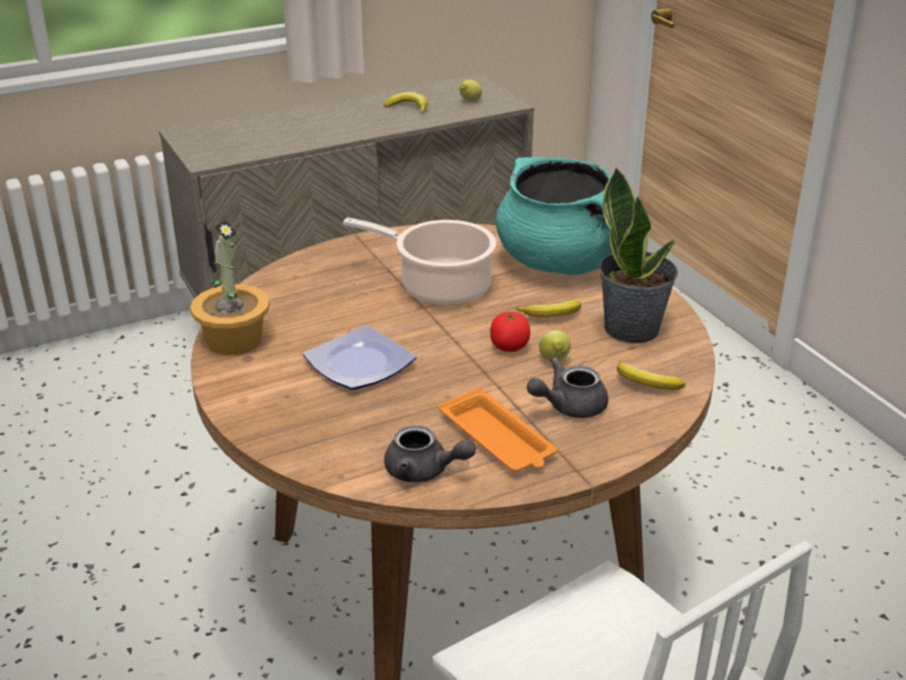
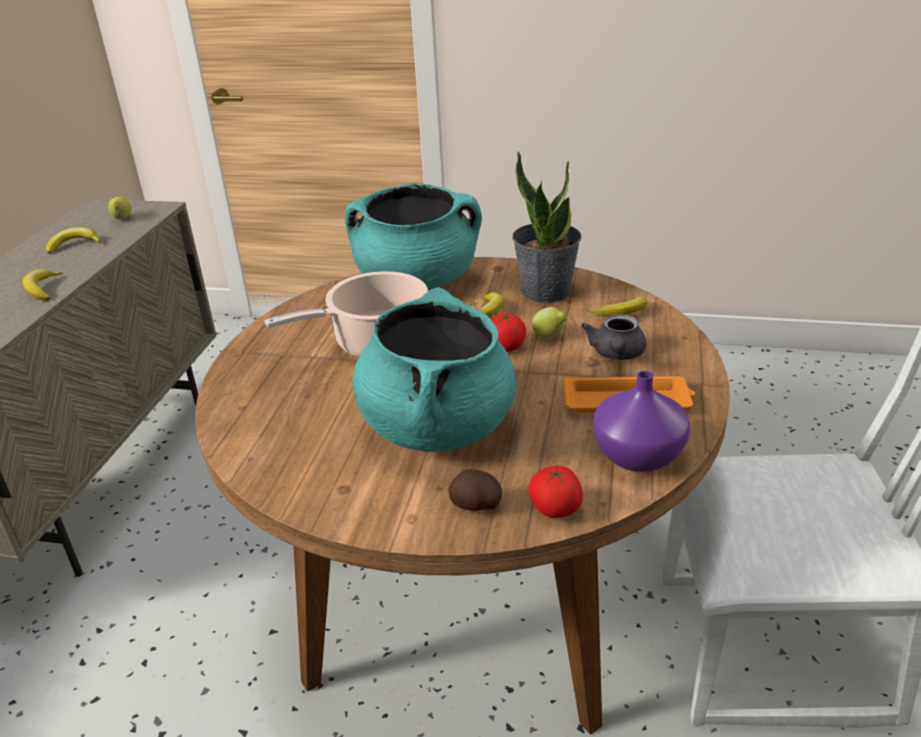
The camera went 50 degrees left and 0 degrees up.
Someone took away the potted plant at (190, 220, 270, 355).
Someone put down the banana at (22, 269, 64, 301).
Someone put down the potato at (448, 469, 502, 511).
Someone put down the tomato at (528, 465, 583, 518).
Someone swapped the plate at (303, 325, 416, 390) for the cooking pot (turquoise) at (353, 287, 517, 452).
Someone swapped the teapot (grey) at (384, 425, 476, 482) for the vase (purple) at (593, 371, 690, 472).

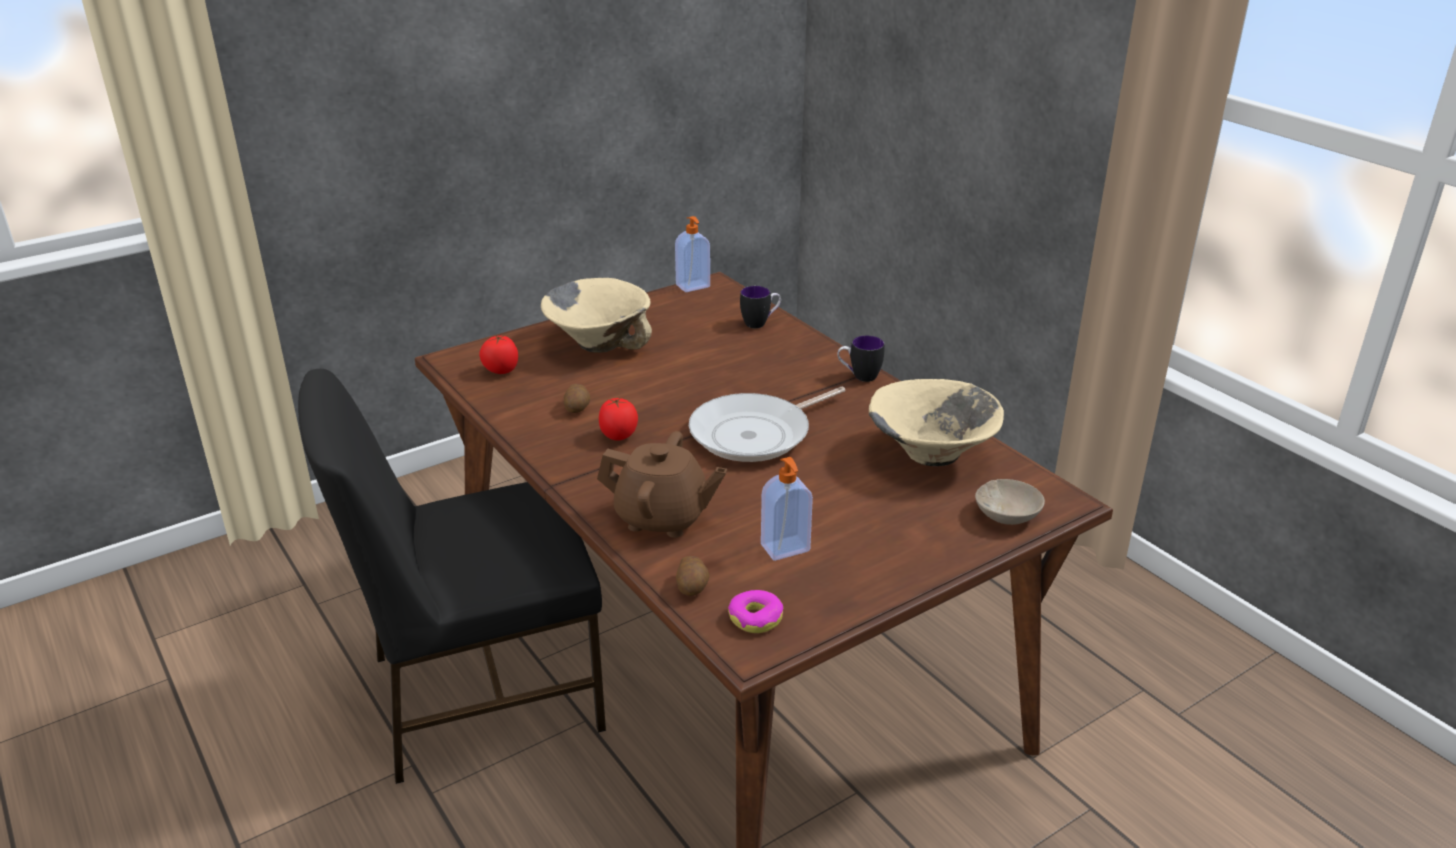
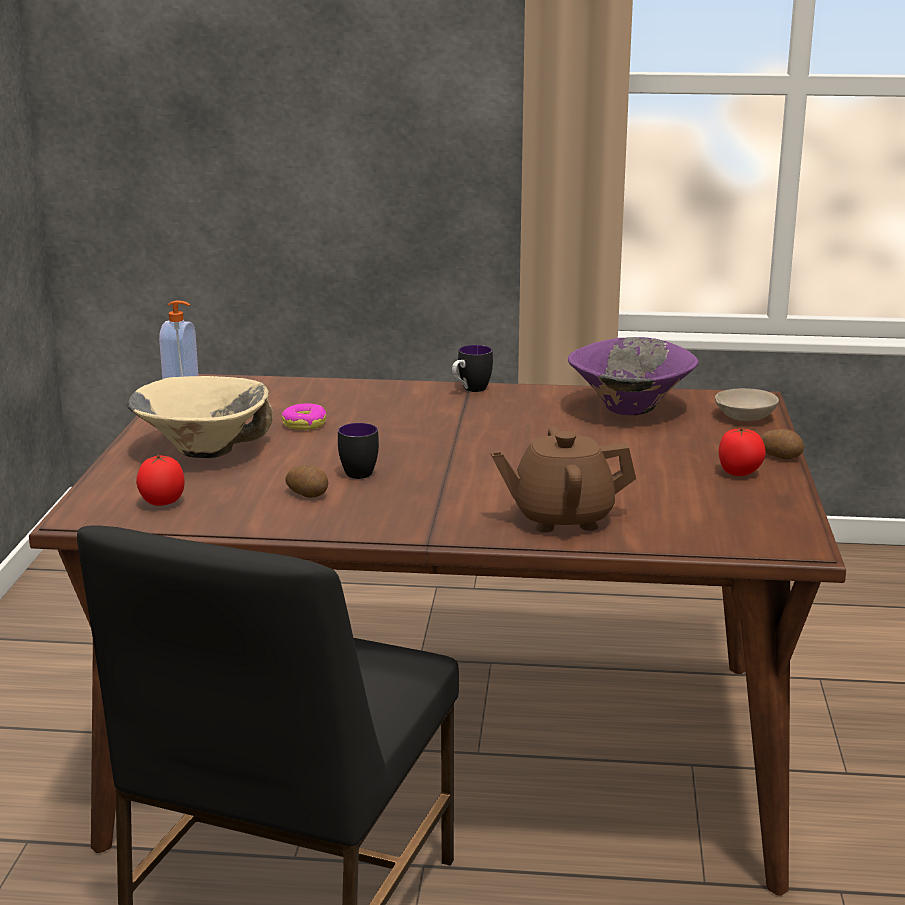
The camera went 50 degrees left and 10 degrees down.
Someone took away the frying pan at (689, 387, 846, 462).
Someone took away the soap dispenser at (761, 457, 813, 561).
Someone carried the tomato from (599, 398, 638, 441) to (719, 428, 766, 476).
Someone carried the potato from (676, 556, 709, 596) to (761, 429, 804, 459).
Someone carried the donut from (728, 590, 783, 633) to (282, 403, 327, 430).
Someone carried the mug from (740, 286, 781, 328) to (338, 423, 379, 479).
Someone repainted the bowl (beige) at (869, 379, 1004, 466), which became the bowl (purple) at (568, 337, 699, 415).
Someone rotated the teapot (brown) at (597, 431, 727, 538) by 150 degrees counterclockwise.

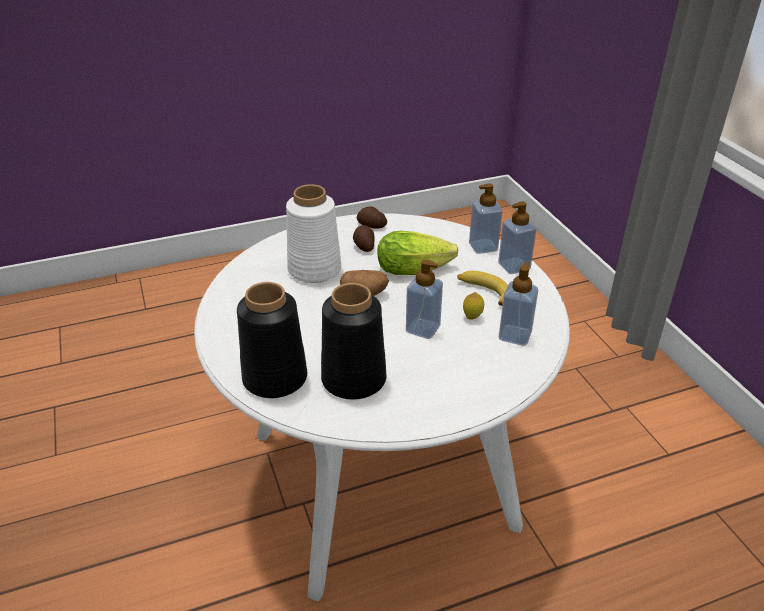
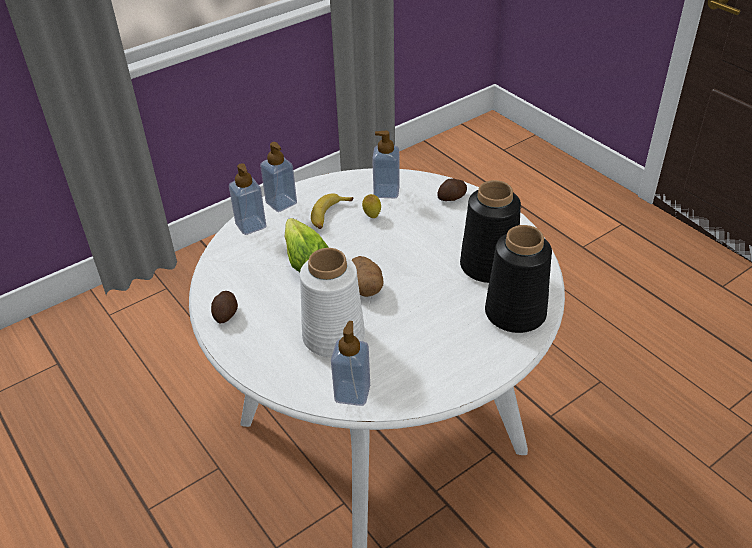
The camera went 105 degrees left and 5 degrees up.
Someone carried the potato from (353, 225, 375, 252) to (437, 178, 467, 201).
Someone carried the soap dispenser from (406, 259, 443, 339) to (331, 321, 370, 406).

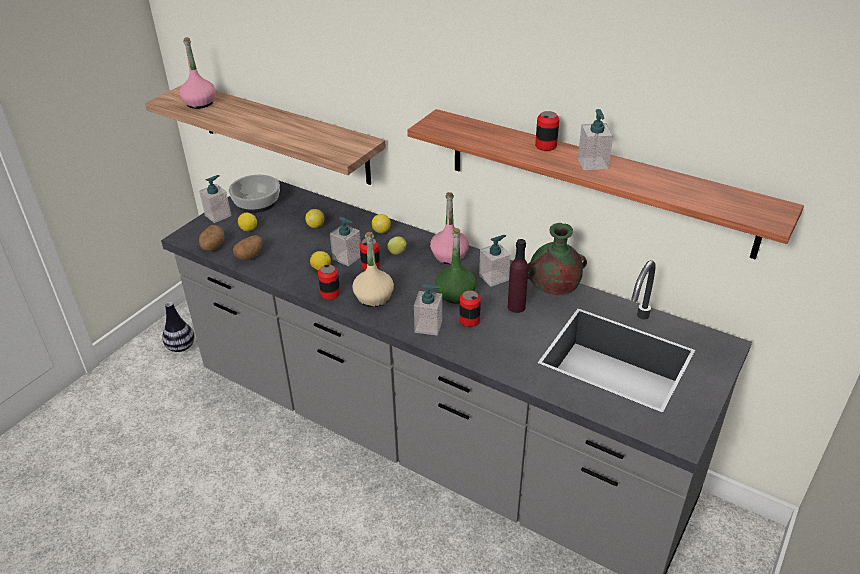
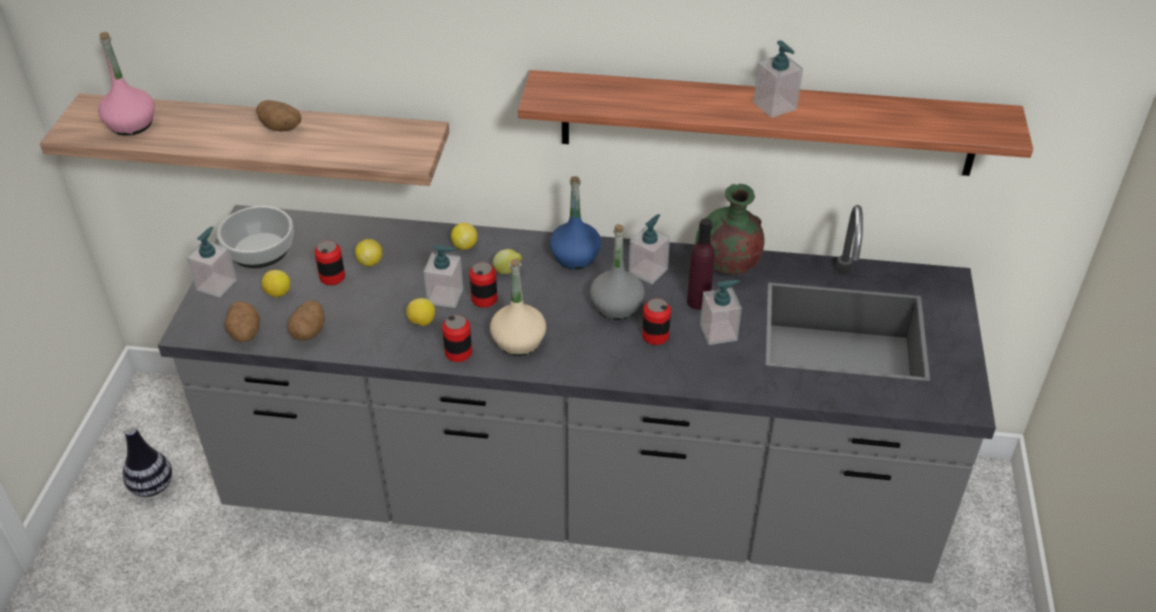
The camera went 25 degrees left and 5 degrees up.
Someone put down the potato at (256, 100, 301, 131).
Someone carried the soap dispenser from (414, 284, 442, 336) to (700, 280, 742, 345).
Someone carried the can from (535, 111, 559, 151) to (314, 241, 345, 285).
Someone repainted the bottle (pink) at (430, 192, 469, 264), which became the bottle (blue) at (549, 176, 601, 269).
Someone repainted the bottle (green) at (435, 228, 477, 304), which became the bottle (grey) at (590, 224, 644, 320).

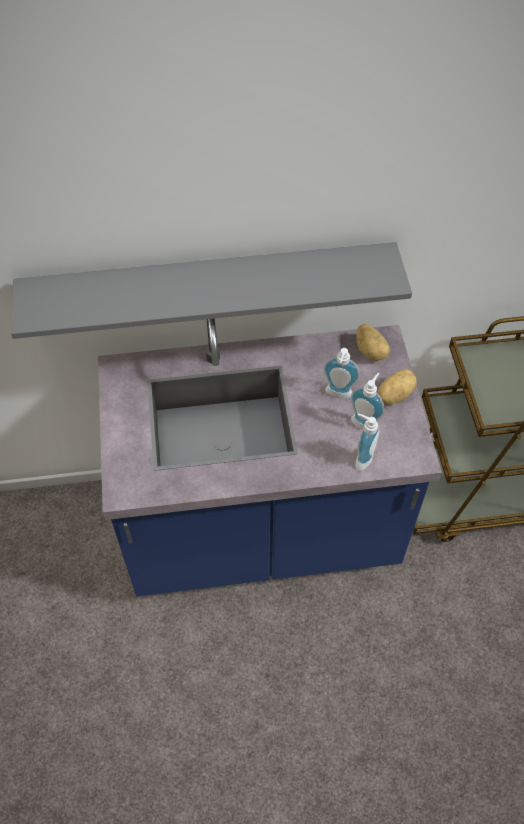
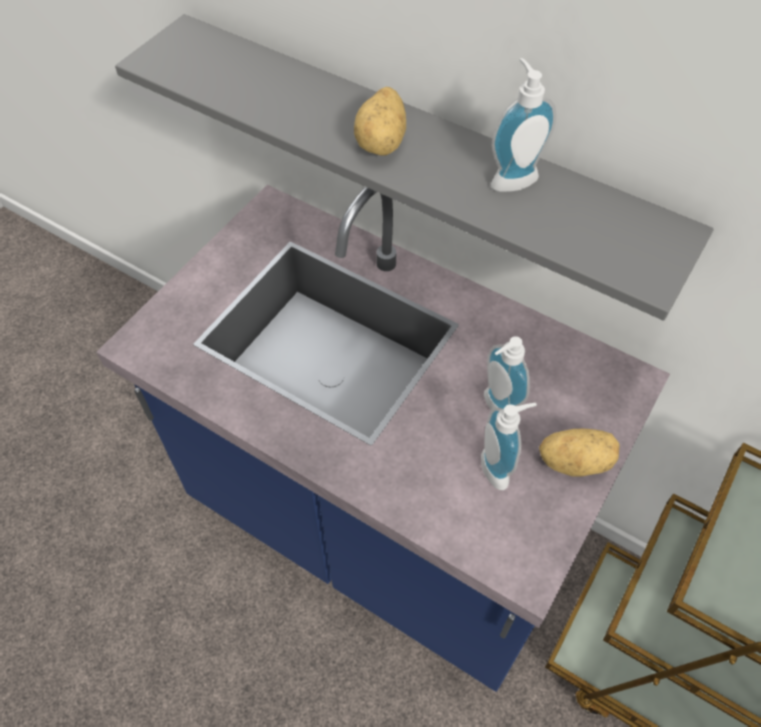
The camera went 40 degrees right and 0 degrees up.
Someone carried the soap dispenser from (355, 413, 379, 471) to (491, 58, 557, 192).
Someone carried the potato from (356, 324, 390, 361) to (354, 87, 406, 155).

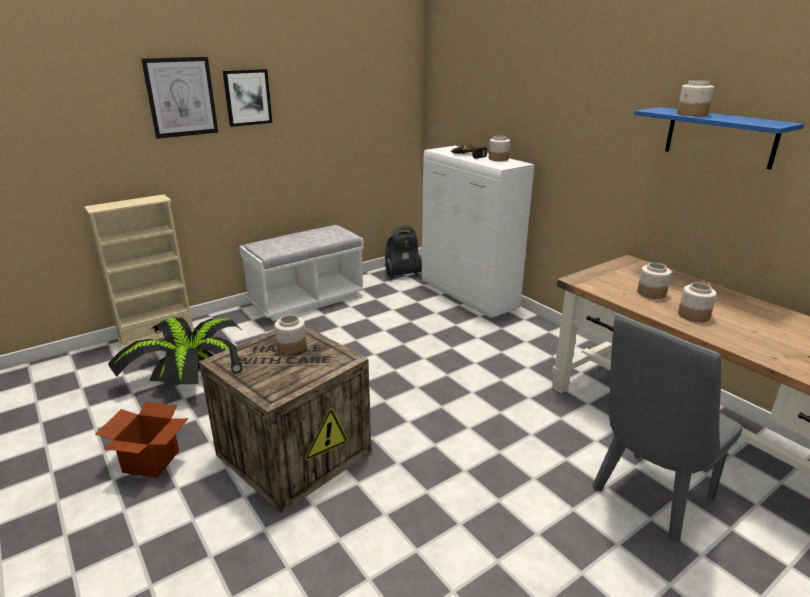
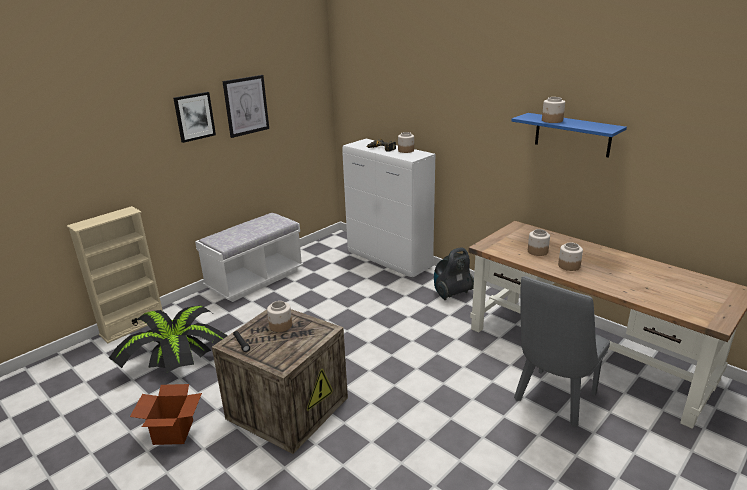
The camera went 10 degrees left and 0 degrees up.
Someone carried the picture from (141, 57, 218, 139) to (222, 75, 269, 138).
Someone carried the vacuum cleaner from (385, 226, 422, 279) to (434, 247, 474, 300).

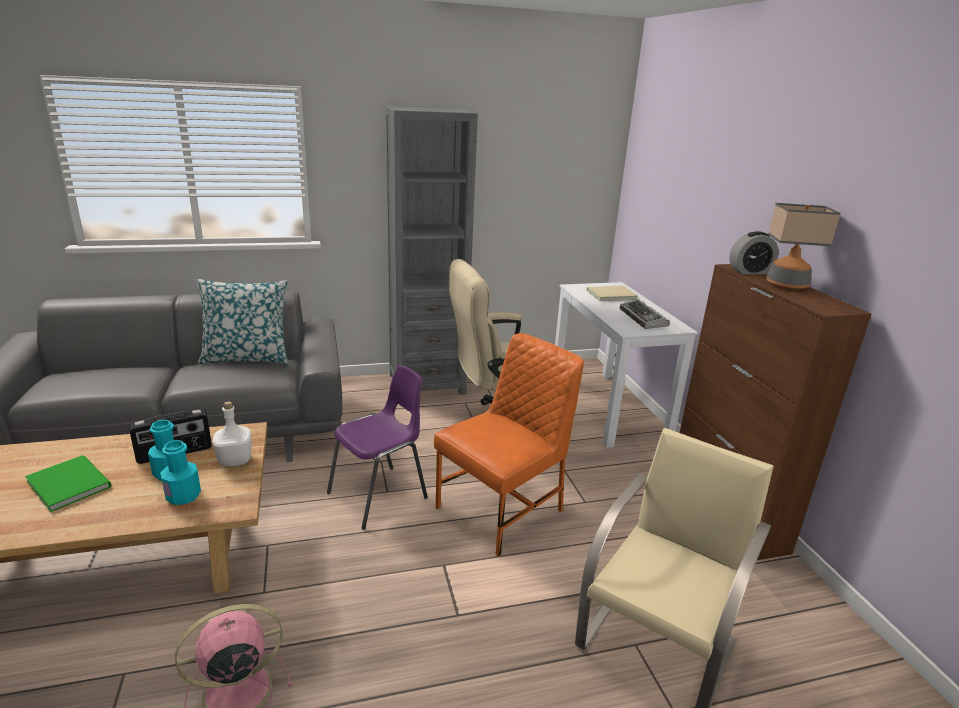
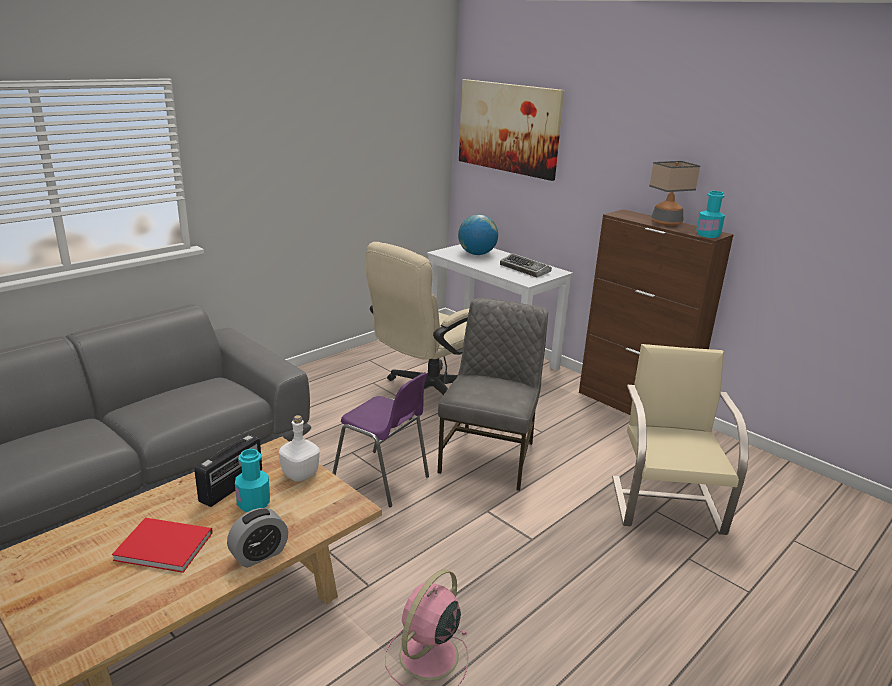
The camera went 30 degrees left and 0 degrees up.
Someone took away the pillow at (197, 279, 288, 364).
Someone took away the bookcase (grey) at (386, 106, 478, 395).
Someone put up the picture at (459, 79, 564, 181).
Someone carried the bottle (turquoise) from (160, 440, 201, 505) to (696, 191, 725, 238).
Someone carried the alarm clock from (729, 231, 779, 274) to (227, 508, 288, 568).
Someone swapped the book (beige) at (586, 286, 638, 301) for the globe at (458, 215, 498, 255).
Someone repainted the book (green) at (25, 455, 112, 512), which became the book (red) at (112, 518, 213, 573).
Someone repainted the chair (orange) at (434, 333, 584, 556), which became the chair (grey) at (437, 298, 548, 491).
Someone rotated the chair (purple) at (327, 365, 428, 530) by 105 degrees clockwise.

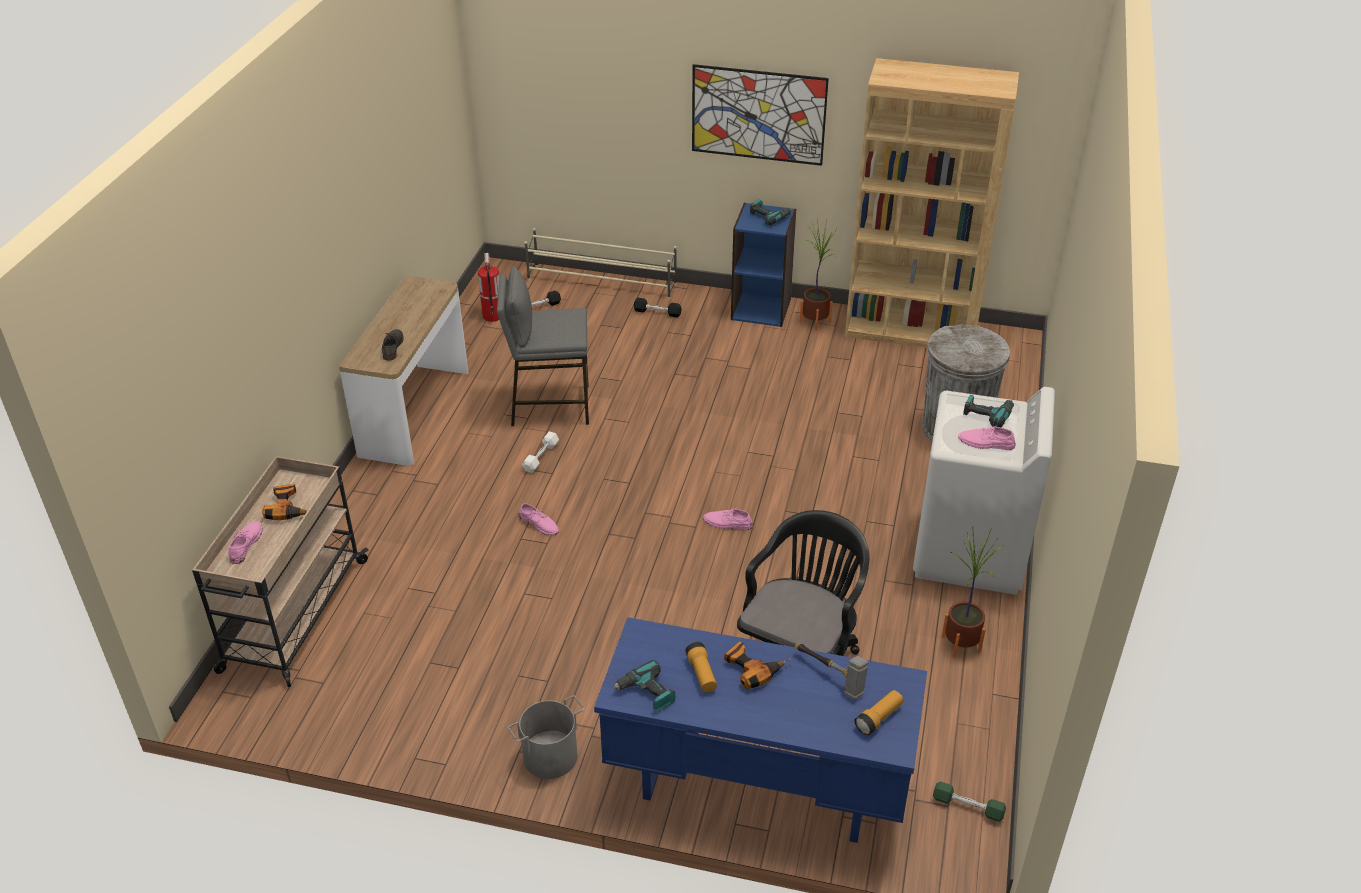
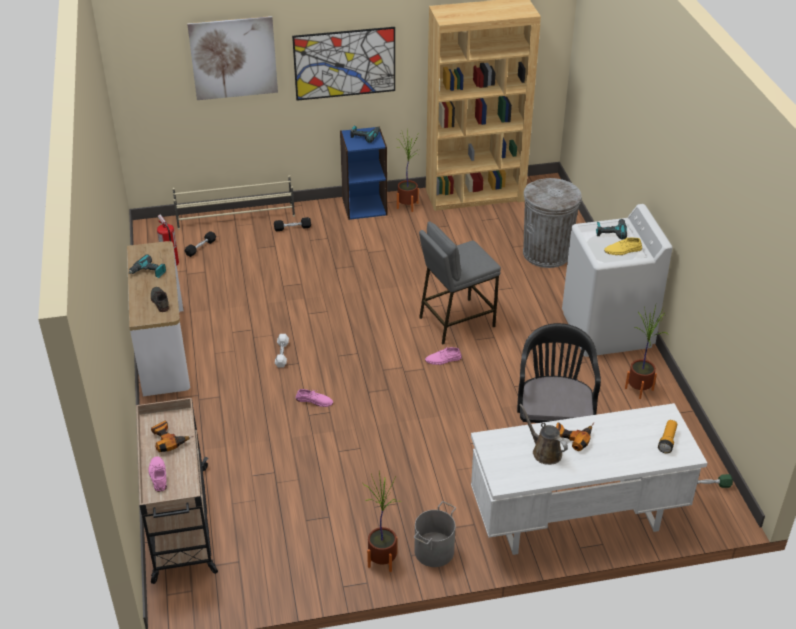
The camera went 25 degrees left and 0 degrees up.
Someone took away the hammer at (795, 643, 868, 700).
Someone put up the picture at (187, 16, 278, 100).
Someone put down the potted plant at (363, 470, 401, 572).
Someone carried the stool (grey) from (497, 266, 589, 426) to (419, 221, 501, 345).
Someone carried the power drill from (612, 660, 675, 712) to (128, 255, 166, 278).
Someone swapped the flashlight at (685, 642, 717, 692) for the watering can (brown) at (520, 404, 568, 465).
Someone repainted the desk (blue) at (594, 617, 927, 843), which became the desk (white) at (471, 403, 707, 555).
Someone repainted the shoe (pink) at (958, 425, 1015, 450), which became the shoe (yellow) at (604, 238, 642, 255).

